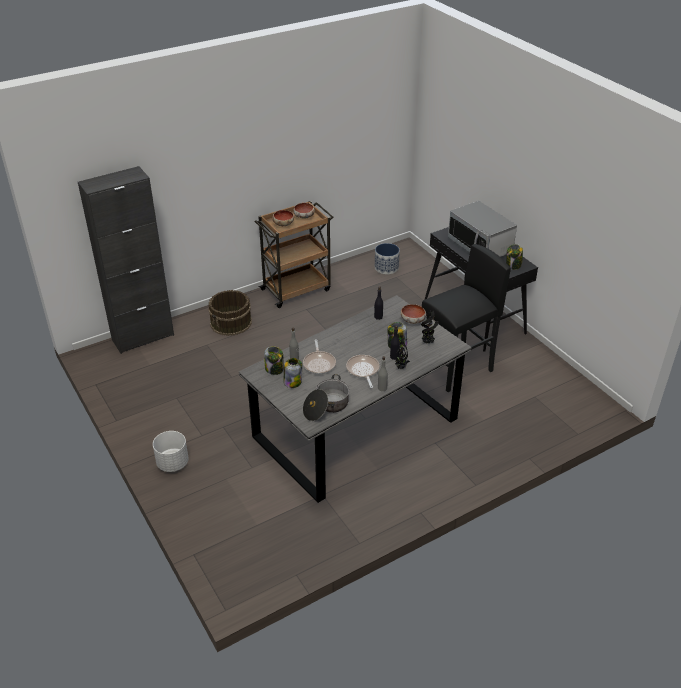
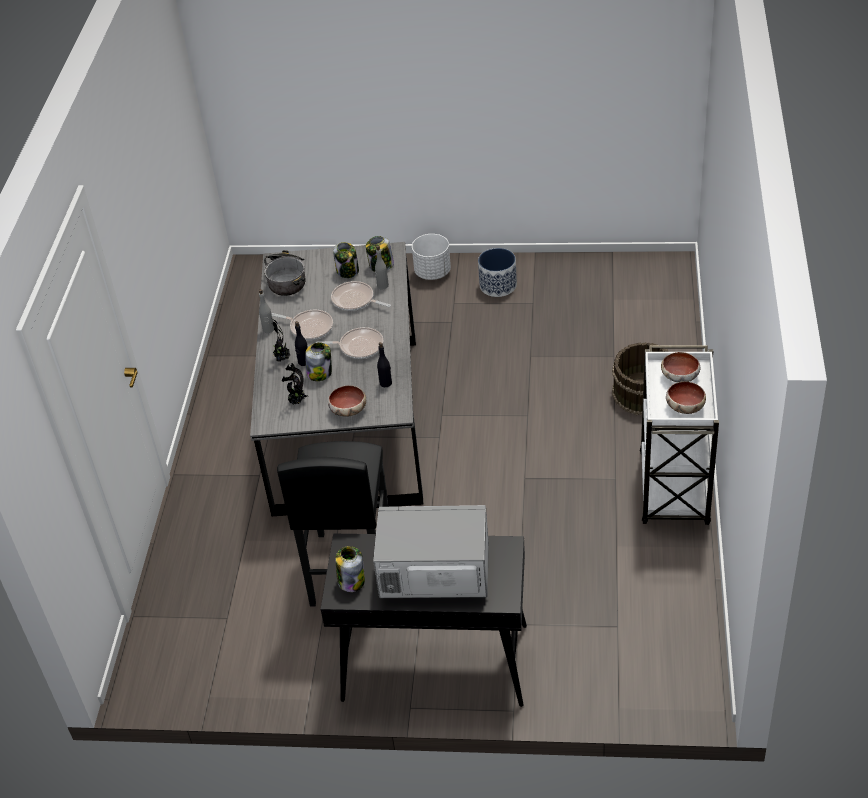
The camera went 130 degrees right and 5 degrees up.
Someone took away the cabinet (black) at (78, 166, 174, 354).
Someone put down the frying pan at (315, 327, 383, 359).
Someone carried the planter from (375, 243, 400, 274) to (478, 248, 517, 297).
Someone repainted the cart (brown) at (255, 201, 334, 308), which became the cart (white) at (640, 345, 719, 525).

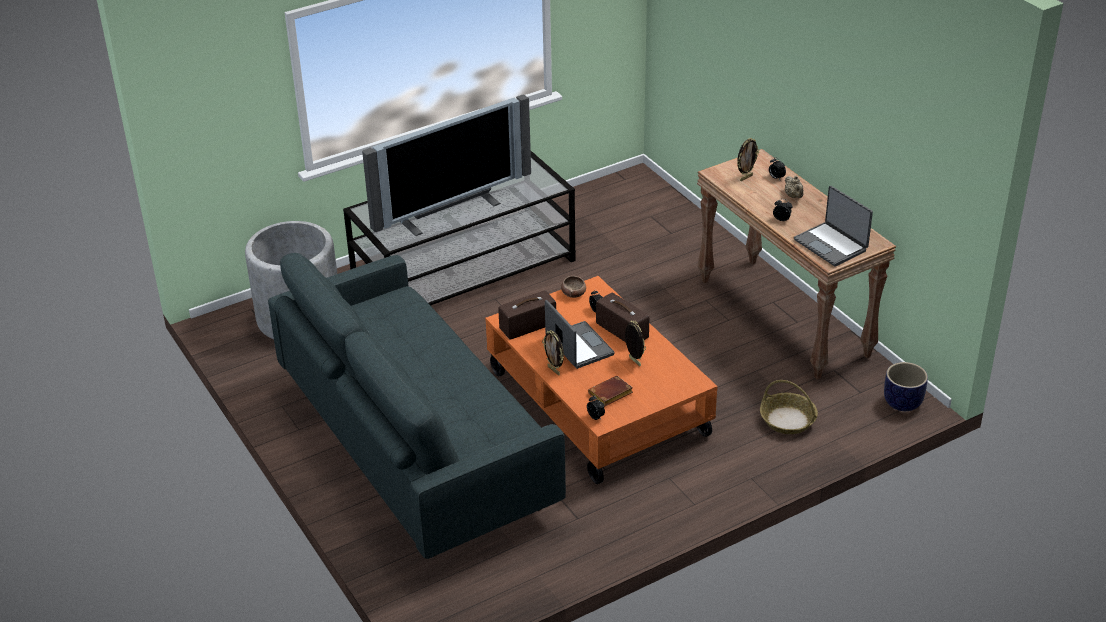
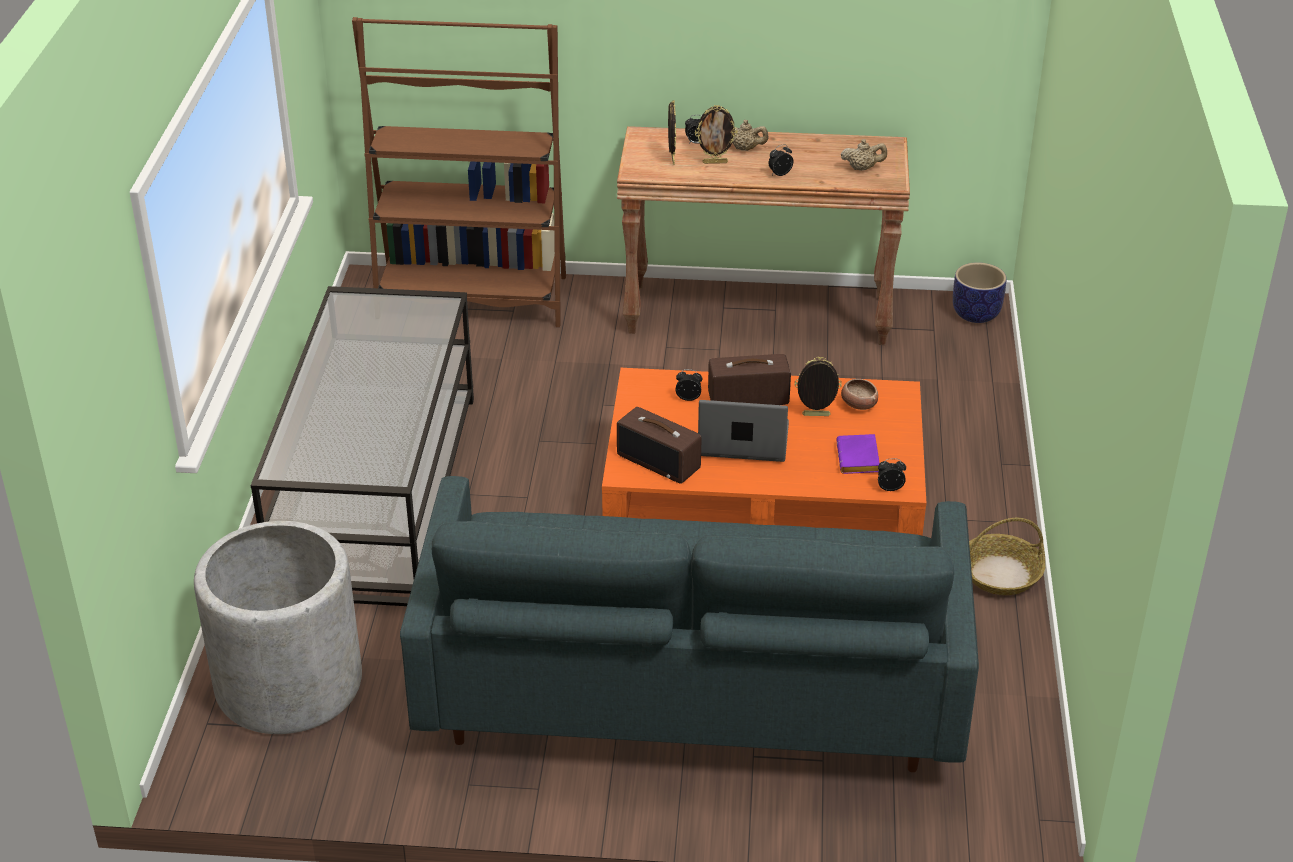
The camera went 55 degrees left and 0 degrees up.
Someone took away the television at (362, 95, 531, 236).
Someone put down the bookcase (brown) at (352, 17, 566, 327).
Someone carried the picture frame from (542, 330, 564, 375) to (695, 105, 738, 164).
Someone carried the bowl from (561, 276, 586, 298) to (841, 379, 878, 410).
Someone carried the basket from (760, 380, 818, 434) to (969, 518, 1045, 595).
Someone swapped the laptop at (794, 186, 873, 267) for the teapot (beige) at (841, 139, 887, 171).
Someone repainted the book (brown) at (588, 376, 633, 406), which became the book (purple) at (836, 434, 880, 474).
Someone rotated the radio at (498, 290, 556, 339) by 60 degrees counterclockwise.

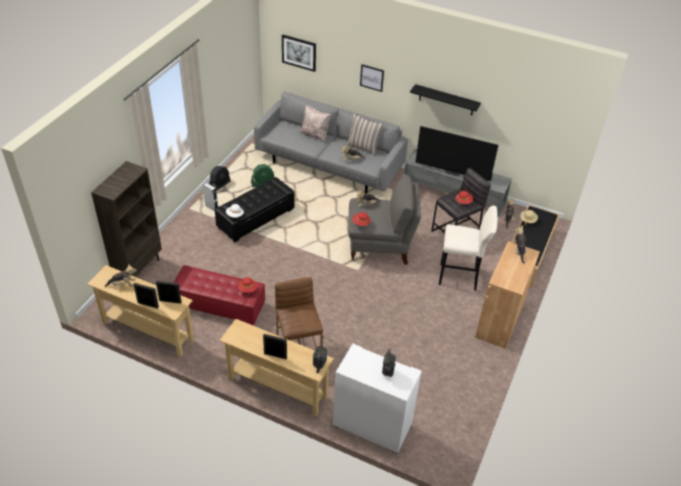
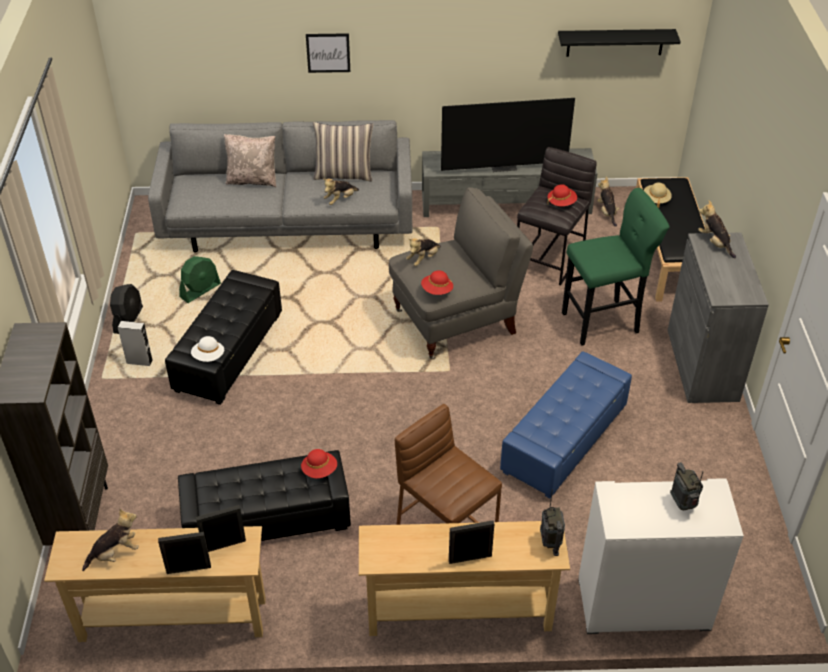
The camera went 25 degrees left and 0 degrees up.
Someone took away the picture at (282, 34, 316, 72).
Someone put down the ottoman (blue) at (500, 351, 632, 498).
Someone carried the shelf (black) from (410, 84, 481, 115) to (558, 29, 681, 57).
Someone repainted the ottoman (red) at (173, 265, 265, 325), which became the ottoman (black) at (178, 450, 351, 541).
Someone repainted the stool (beige) at (439, 206, 498, 290), which became the stool (green) at (562, 188, 670, 346).
Someone repainted the cabinet (brown) at (475, 241, 540, 349), which became the cabinet (grey) at (668, 233, 769, 403).

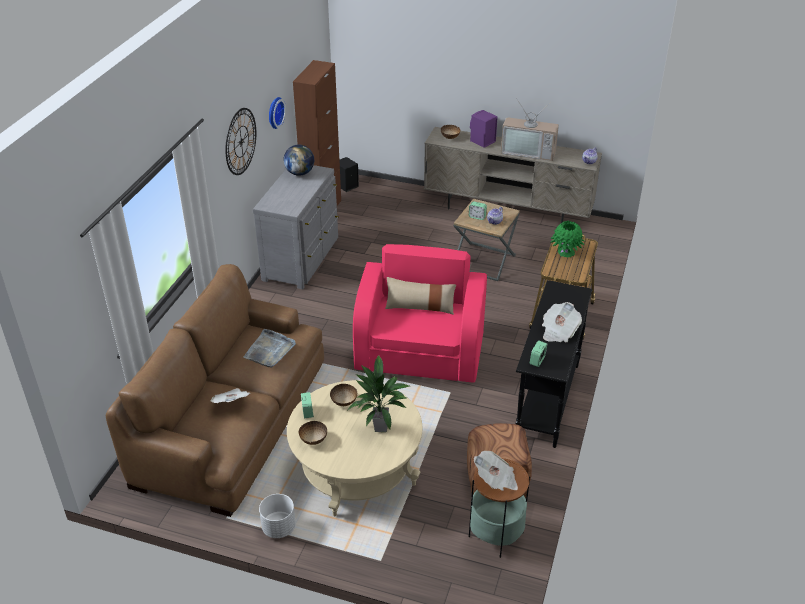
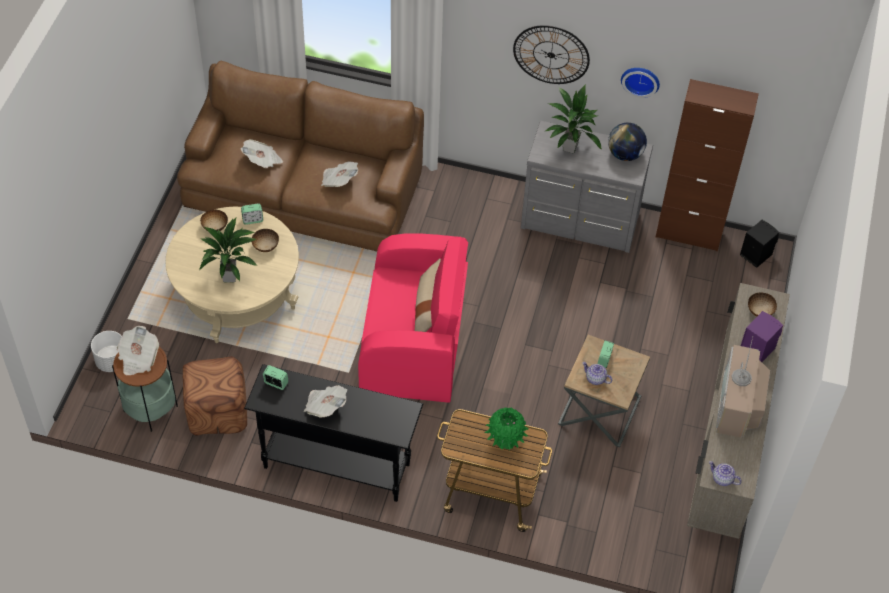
The camera went 85 degrees right and 15 degrees up.
Someone put down the potted plant at (546, 84, 602, 153).
Someone carried the planter (white) from (259, 494, 296, 538) to (91, 331, 122, 372).
Someone swapped the tray (grey) at (244, 329, 296, 368) for the newspaper at (321, 161, 358, 187).

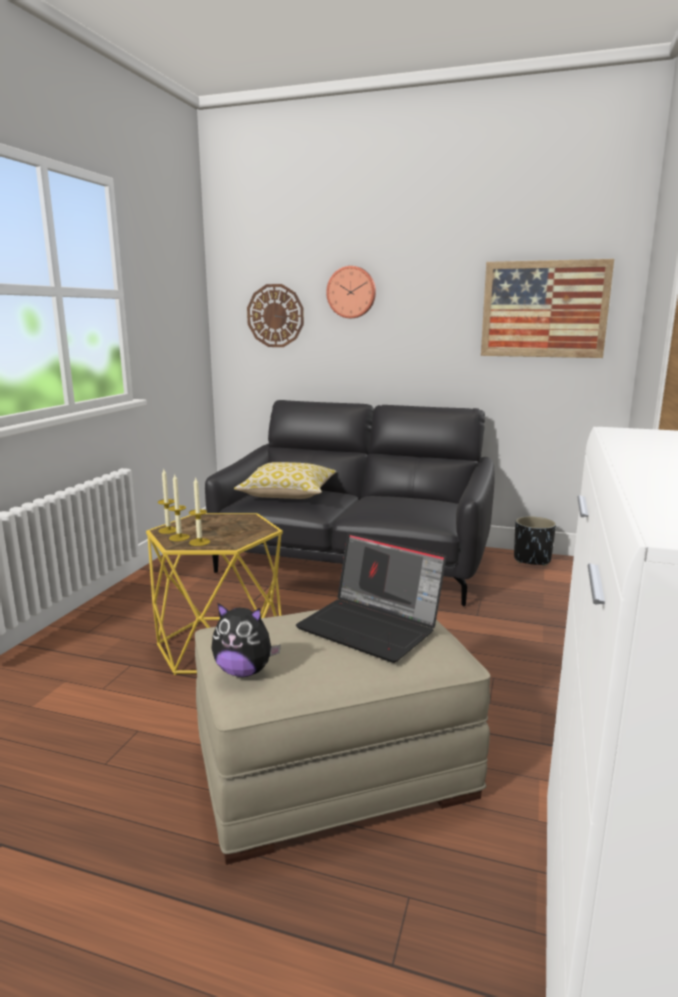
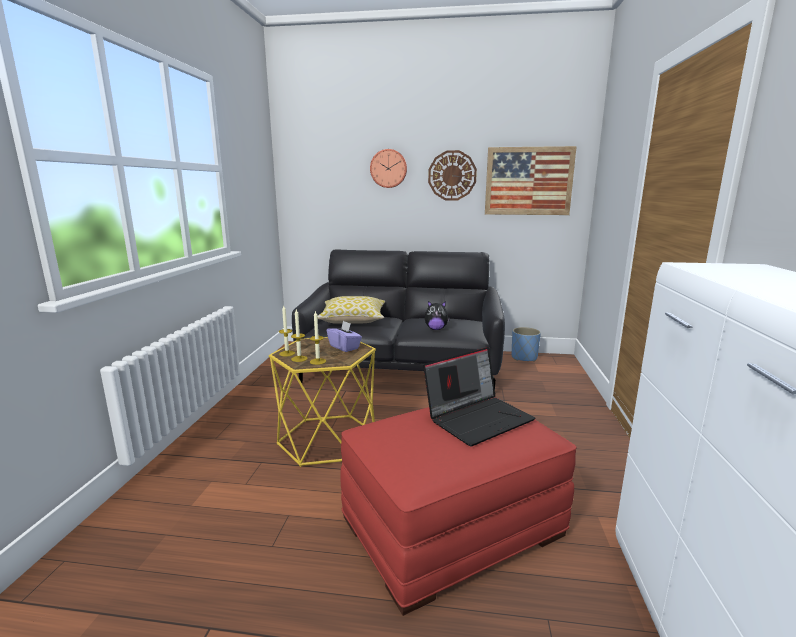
The camera went 10 degrees left and 0 degrees up.
Someone put down the tissue box (purple) at (327, 321, 362, 352).
Someone carried the plush toy from (211, 603, 281, 677) to (425, 301, 450, 330).
Someone carried the wall clock from (247, 284, 304, 347) to (428, 150, 477, 200).
Someone repainted the ottoman (beige) at (195, 610, 491, 865), which became the ottoman (red) at (341, 397, 577, 616).
Someone repainted the planter (black) at (514, 516, 556, 566), which became the planter (blue) at (512, 327, 541, 362).
Someone rotated the laptop at (296, 533, 446, 663) by 60 degrees counterclockwise.

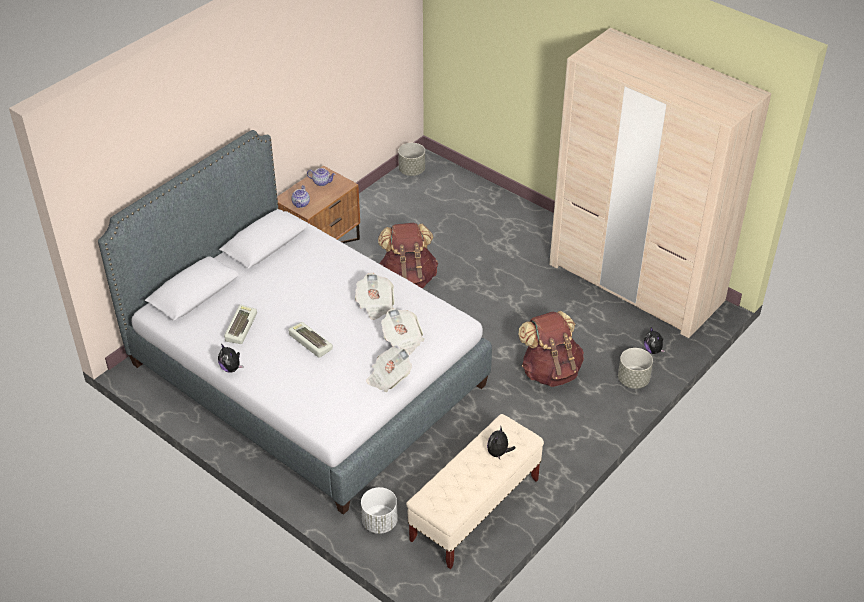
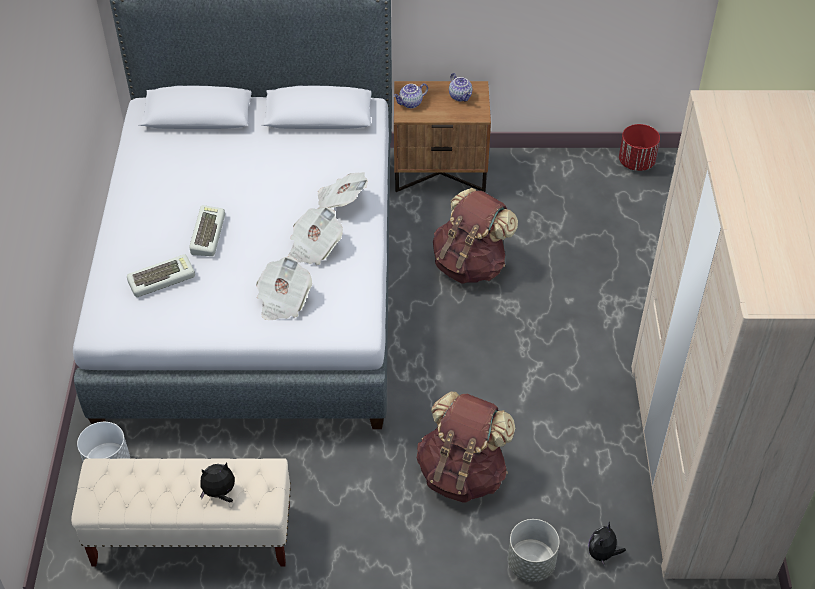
The camera went 50 degrees right and 5 degrees up.
Someone took away the plush toy at (218, 344, 243, 373).
Someone carried the keyboard from (224, 305, 257, 344) to (127, 255, 195, 297).
Someone carried the newspaper from (366, 347, 412, 392) to (318, 172, 368, 209).
Someone repainted the planter (grey) at (398, 143, 425, 176), which became the planter (red) at (619, 124, 660, 171).

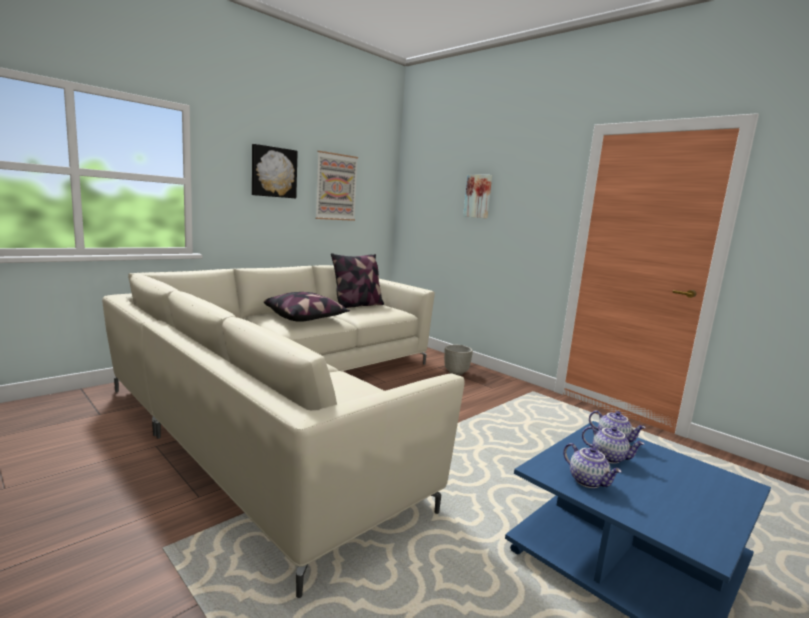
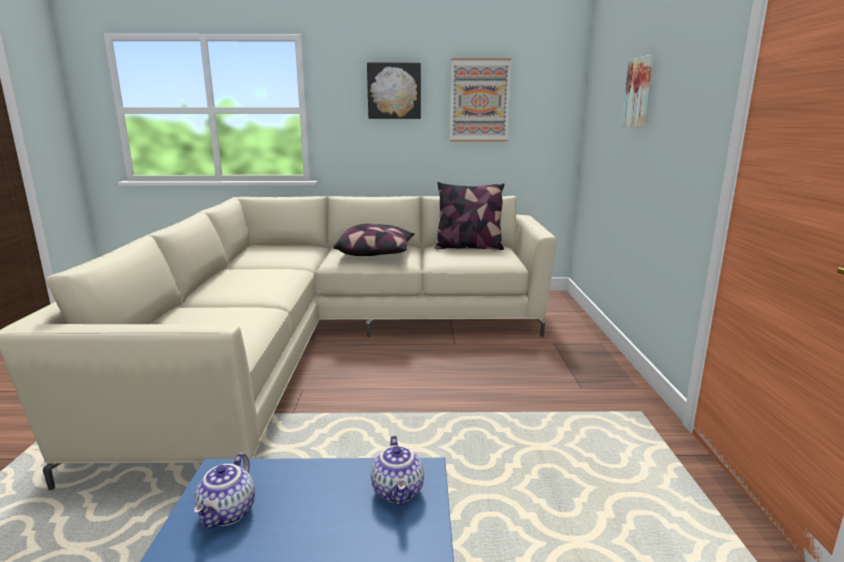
The camera went 45 degrees right and 5 degrees up.
Someone took away the planter (grey) at (444, 344, 473, 375).
Someone took away the teapot at (582, 426, 645, 464).

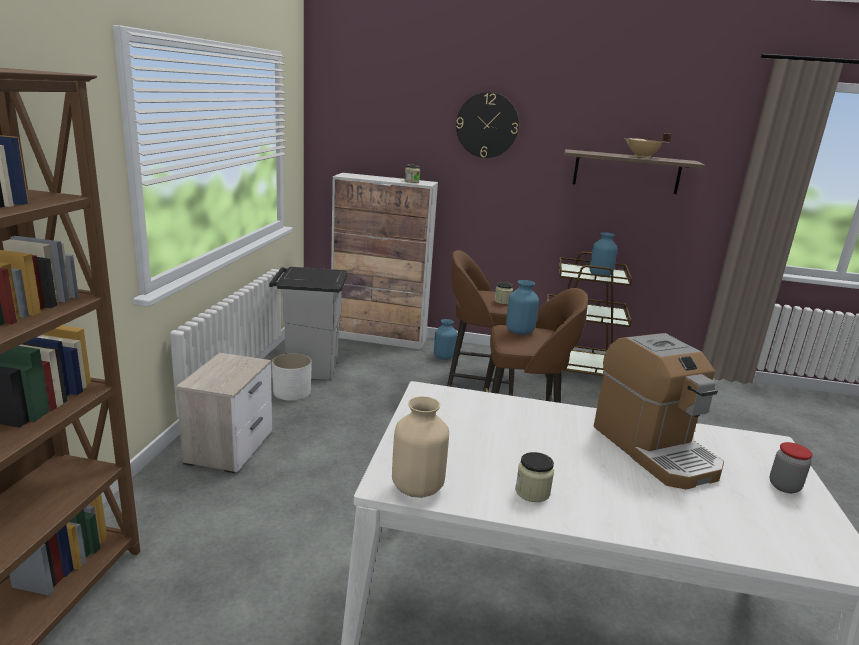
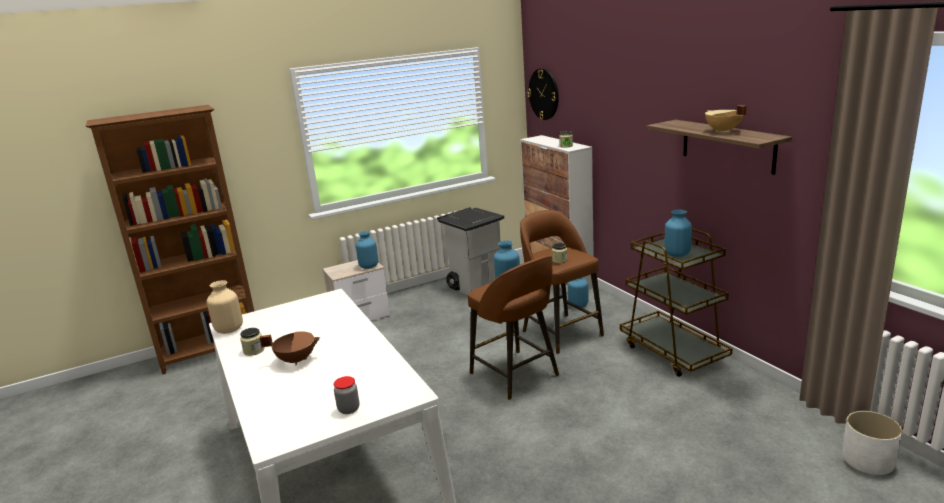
The camera went 55 degrees right and 0 degrees up.
Someone took away the coffee machine at (593, 333, 724, 489).
Someone put down the cooking pot (brown) at (260, 331, 320, 365).
Someone put down the vase (blue) at (356, 231, 378, 269).
Someone carried the planter (white) from (272, 353, 312, 401) to (843, 411, 903, 475).
Someone carried the wall clock from (456, 92, 519, 158) to (527, 68, 559, 120).

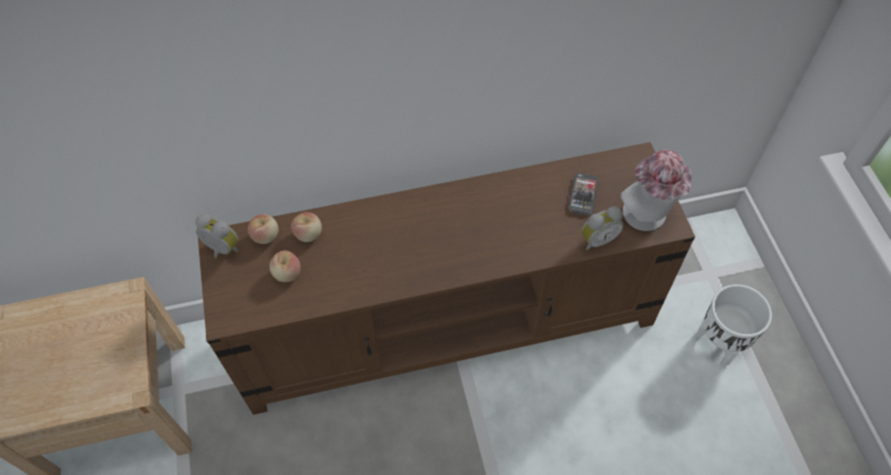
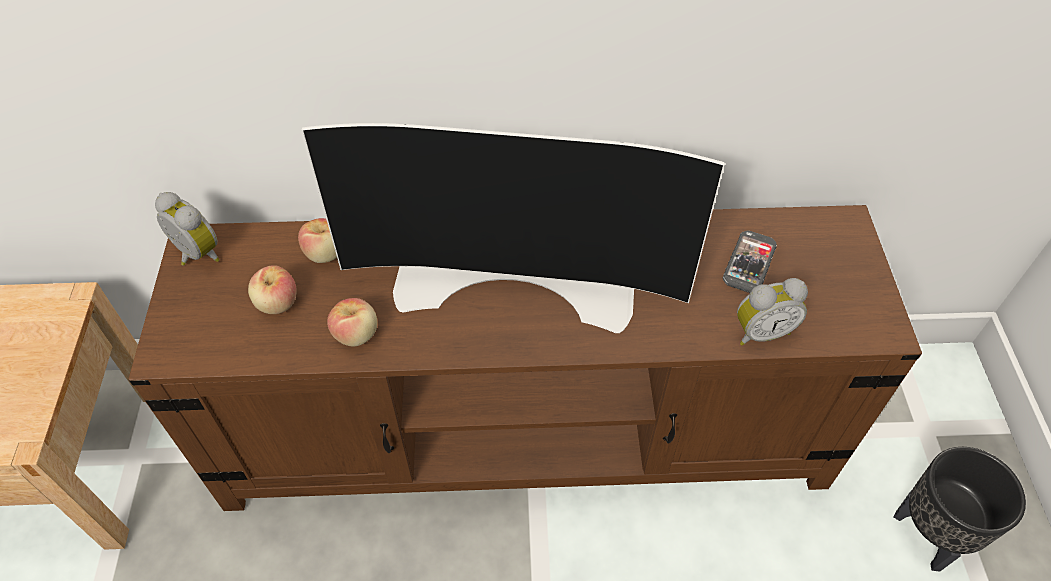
The camera went 10 degrees right and 5 degrees down.
Someone took away the hat at (620, 149, 692, 231).
Someone put down the television at (302, 123, 725, 333).
Someone carried the apple from (247, 214, 279, 244) to (327, 298, 377, 346).
Someone repainted the planter (white) at (696, 284, 772, 365), which became the planter (black) at (893, 447, 1026, 571).

